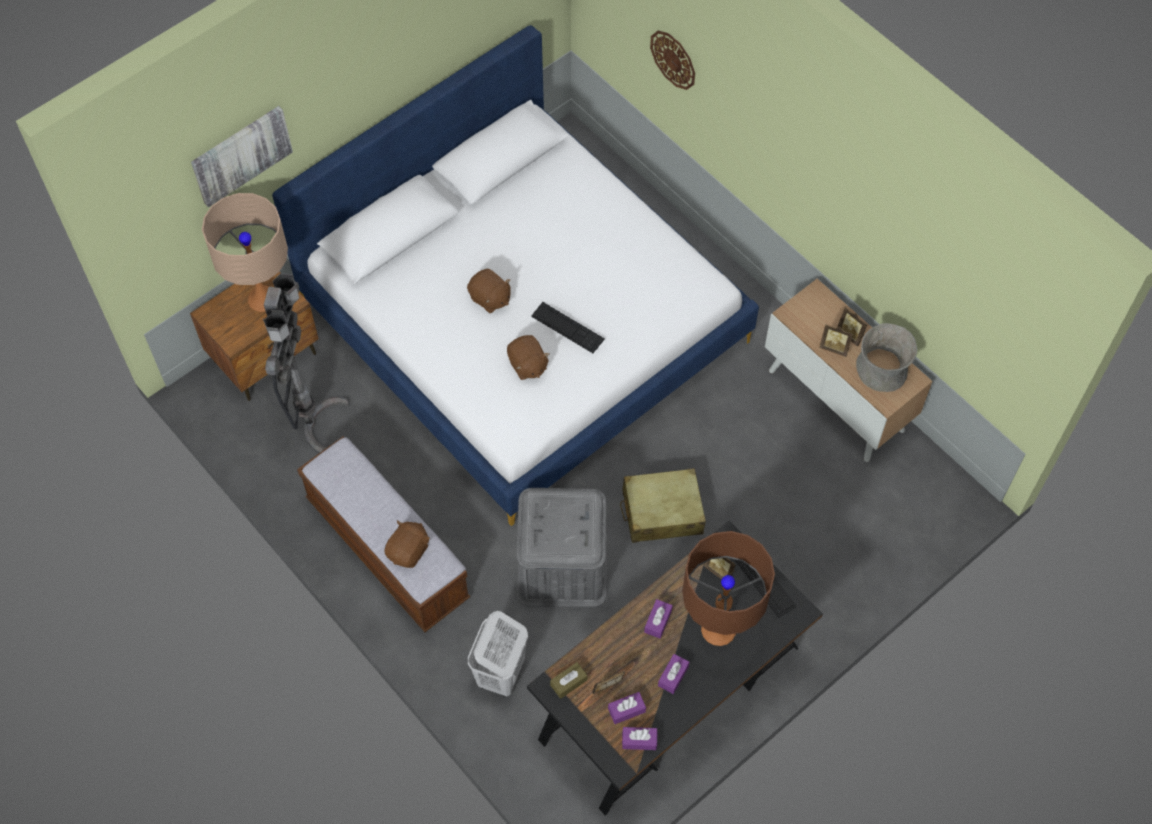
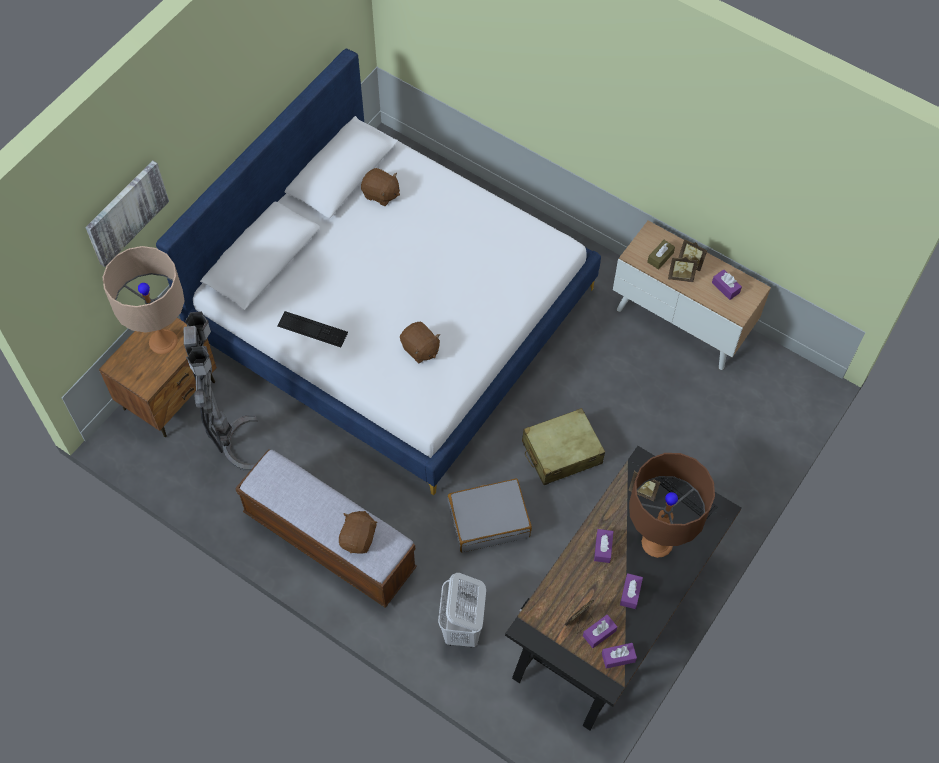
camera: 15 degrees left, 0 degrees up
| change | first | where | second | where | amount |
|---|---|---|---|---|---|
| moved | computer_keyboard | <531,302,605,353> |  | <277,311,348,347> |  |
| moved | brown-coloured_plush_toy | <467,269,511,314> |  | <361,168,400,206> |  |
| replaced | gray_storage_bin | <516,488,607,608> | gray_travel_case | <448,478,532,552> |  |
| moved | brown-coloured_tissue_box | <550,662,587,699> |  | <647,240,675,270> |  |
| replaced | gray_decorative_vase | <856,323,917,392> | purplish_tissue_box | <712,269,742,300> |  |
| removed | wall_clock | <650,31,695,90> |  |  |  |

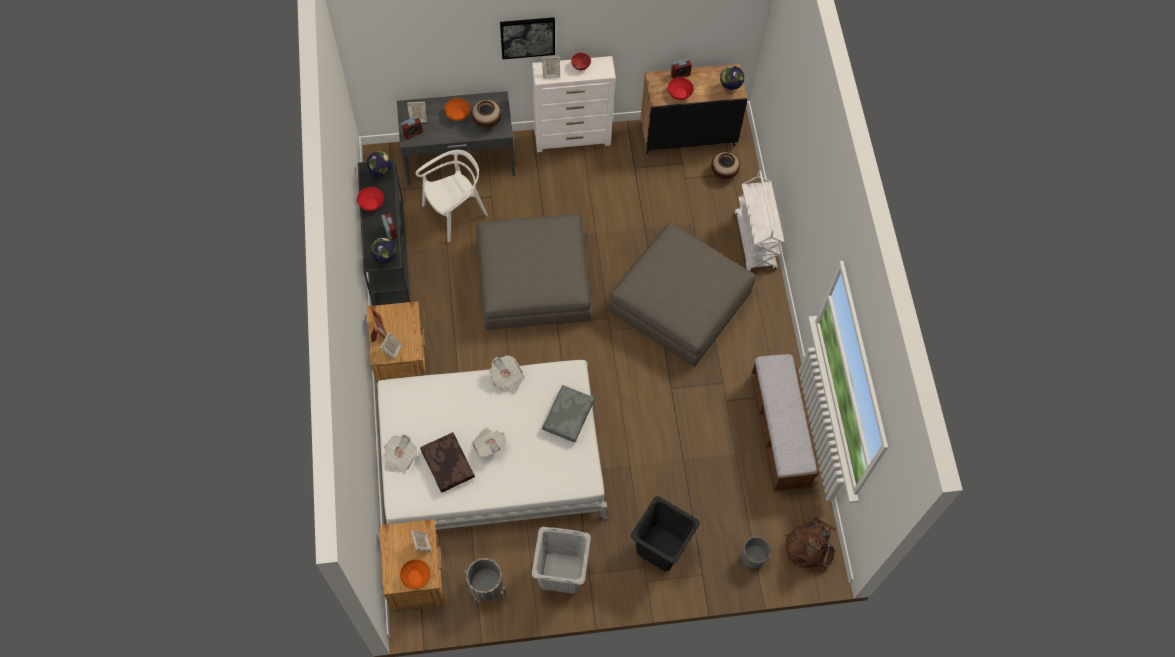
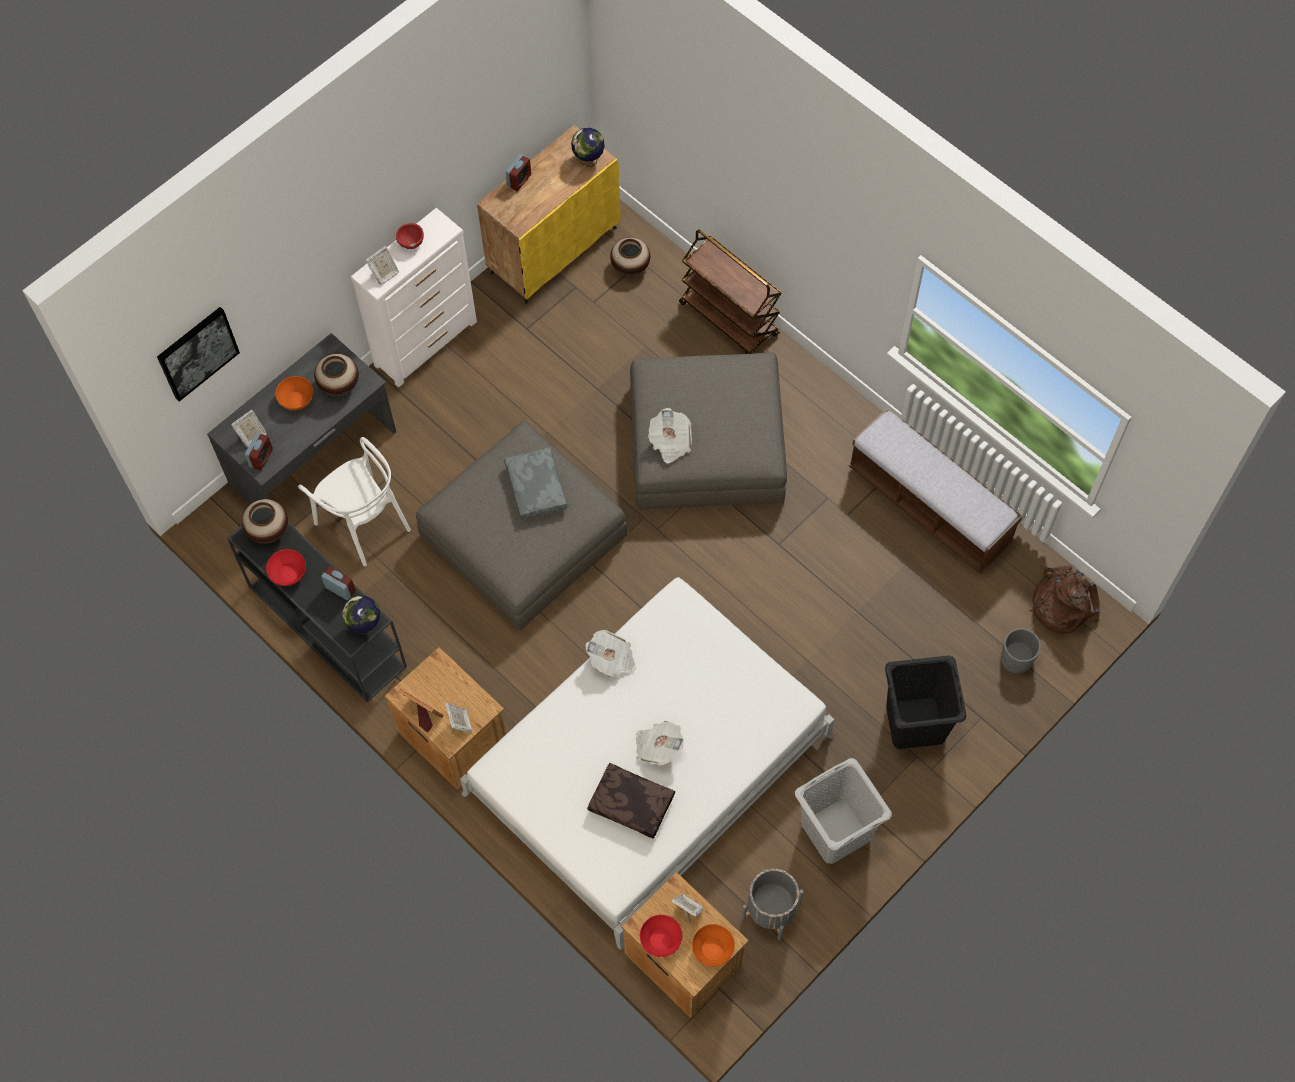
camera: 35 degrees left, 0 degrees up
| change | first | where | second | where | amount |
|---|---|---|---|---|---|
| moved | picture | <500,17,555,60> |  | <157,307,240,402> |  |
| replaced | world_globe | <367,151,392,181> | decorative_vase | <242,499,288,544> |  |
| turned | white-coloured_upright_chair | <416,150,488,242> |  | <298,437,411,566> | 120 degrees clockwise |
| recoloured | black_storage_cabinet | <641,64,747,154> | yellow-coloured_storage_cabinet | <477,125,621,304> |  |
| moved | gray_throw_pillow | <542,385,595,443> |  | <504,448,567,520> |  |
| moved | reddish_deep_dish | <668,77,693,100> |  | <640,915,682,957> |  |
| moved | printed_paper | <384,435,417,473> |  | <648,408,692,464> |  |
| recoloured | white-coloured_trolley | <734,170,784,271> | brown-coloured_trolley | <679,229,782,354> |  |

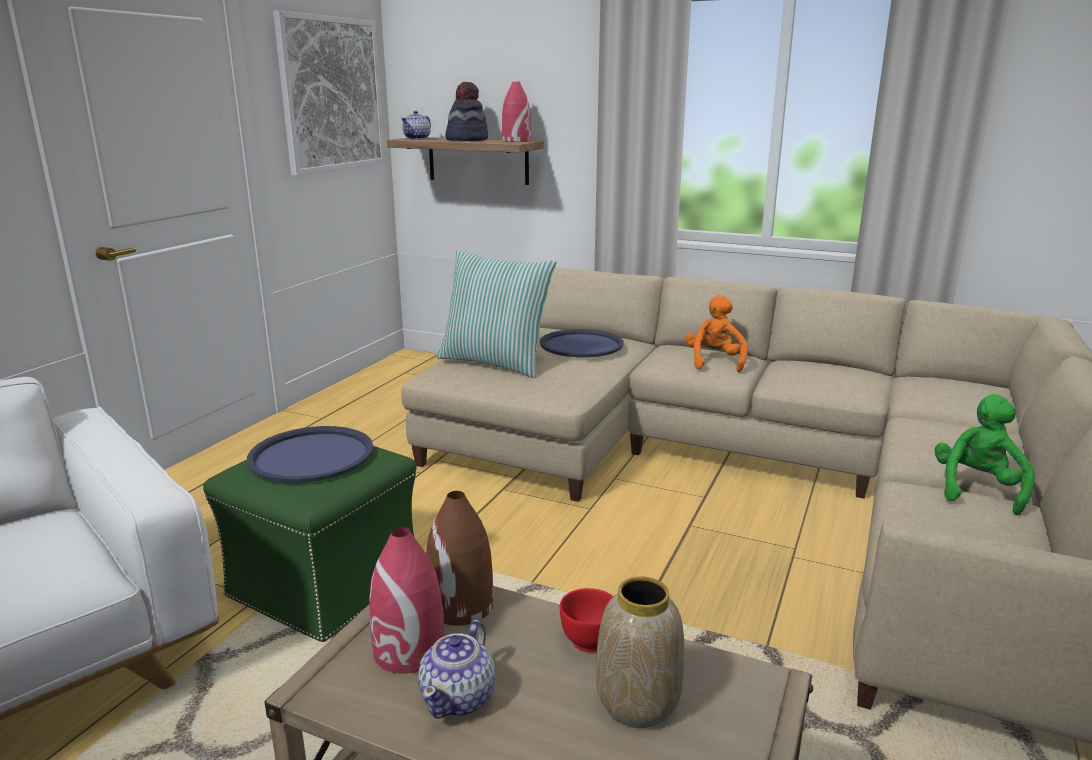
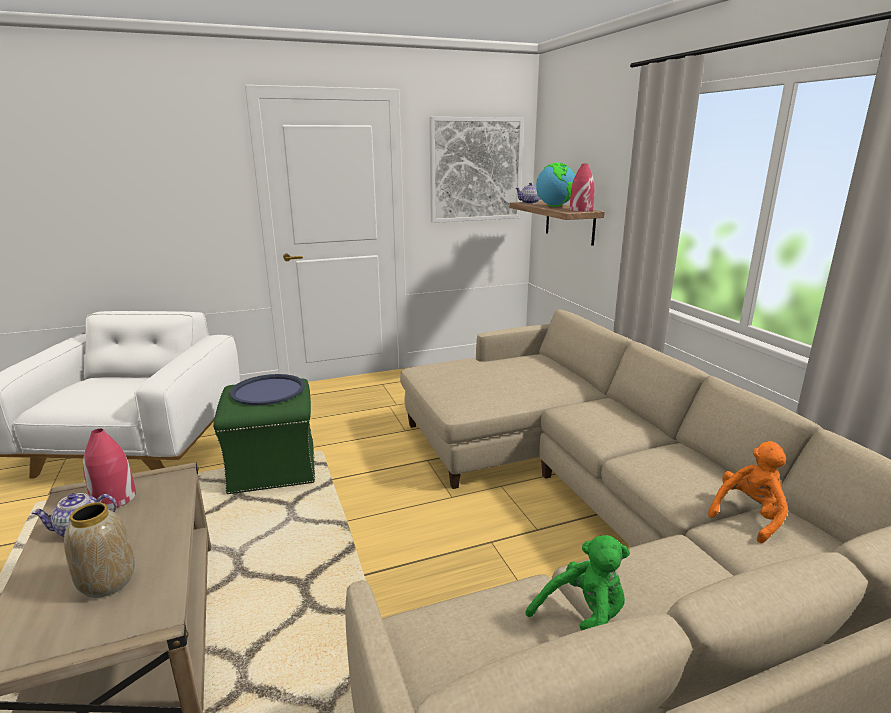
camera: 45 degrees right, 0 degrees up
| change | first | where | second | where | amount |
|---|---|---|---|---|---|
| replaced | hat | <445,82,488,141> | world_globe | <536,163,575,207> |  |
| moved | orange_plush_toy | <686,295,748,372> |  | <708,441,788,543> |  |
| removed | brown-coloured_decorative_vase | <426,491,493,626> |  |  |  |
| removed | throw_pillow | <437,250,556,378> |  |  |  |
| removed | bluish_serving_tray | <540,329,624,357> |  |  |  |
| removed | reddish_deep_dish | <560,588,613,652> |  |  |  |

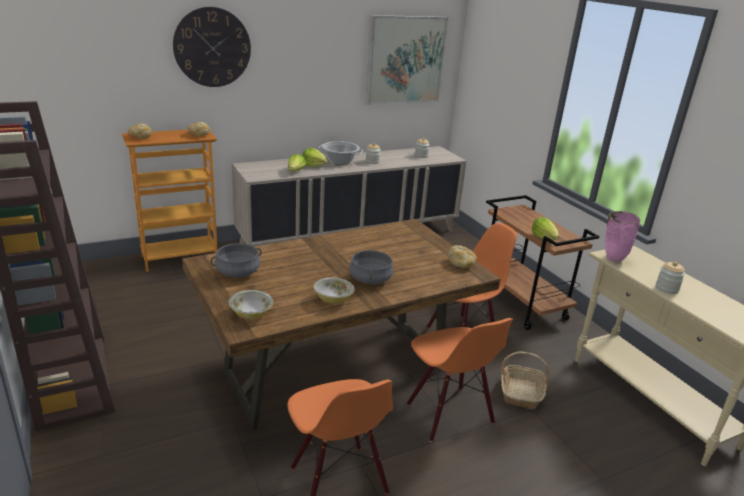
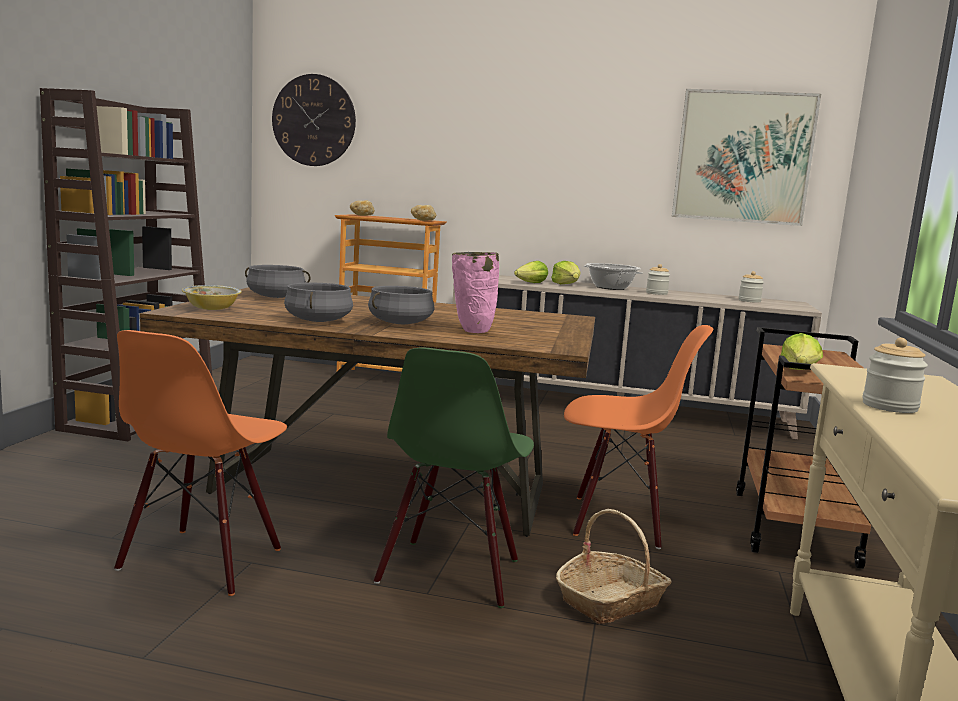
camera: 40 degrees right, 15 degrees down
| change | first | where | second | where | amount |
|---|---|---|---|---|---|
| moved | wall_clock | <173,7,251,87> |  | <272,74,356,166> |  |
| replaced | deep_dish | <313,278,355,304> | gray_saucepot | <284,282,353,322> |  |
| recoloured | orange_upright_chair | <407,318,513,442> | greenish_upright_chair | <374,347,534,608> |  |
| moved | pink-coloured_decorative_vase | <605,211,640,262> |  | <452,252,499,333> |  |
| removed | bread | <448,245,477,268> |  |  |  |

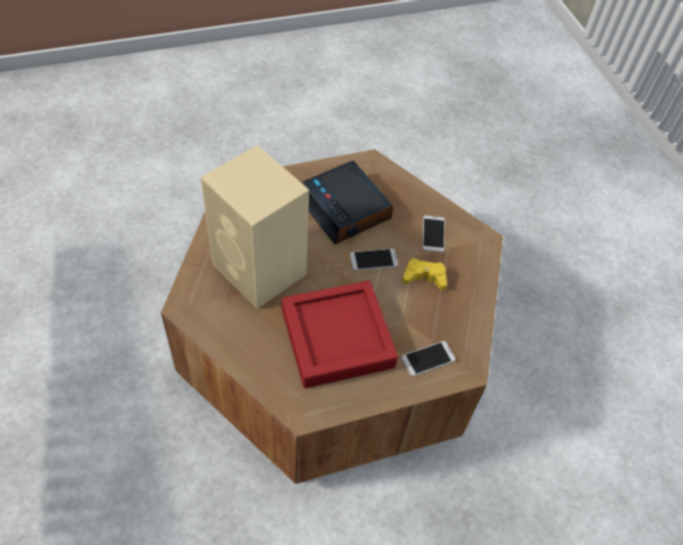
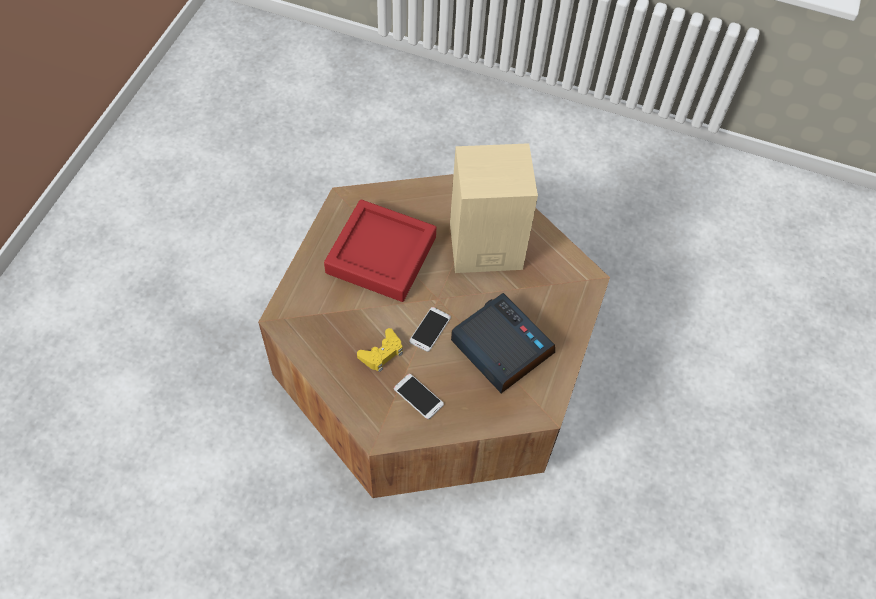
camera: 130 degrees right, 5 degrees up
| change | first | where | second | where | amount |
|---|---|---|---|---|---|
| turned | table_clock | <302,161,394,245> |  | <451,293,555,393> | 45 degrees clockwise |
| removed | handset | <401,341,455,376> |  |  |  |

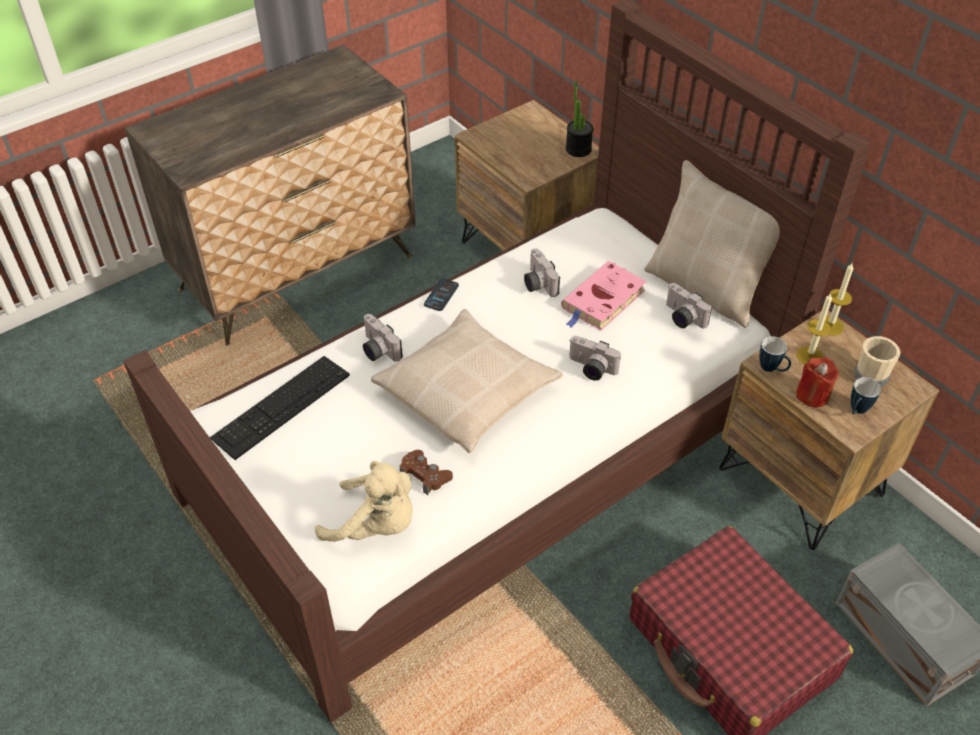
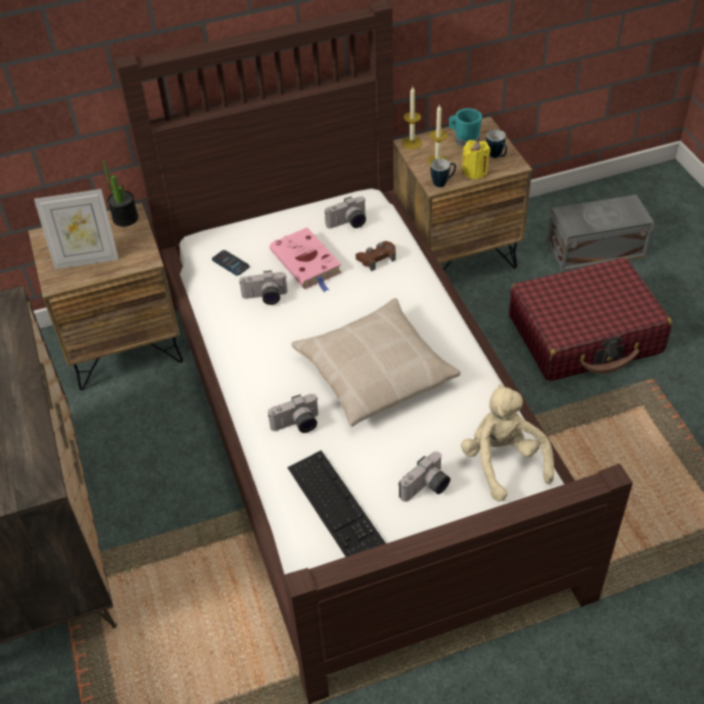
camera: 70 degrees left, 0 degrees up
| change | first | where | second | where | amount |
|---|---|---|---|---|---|
| added |  |  | photo_frame | <34,189,119,269> |  |
| moved | handset | <424,279,459,311> |  | <212,250,250,276> |  |
| moved | brown-coloured_joypad | <399,450,453,495> |  | <356,241,396,271> |  |
| moved | still_camera | <569,336,621,381> |  | <398,451,450,502> |  |
| recoloured | beige-coloured_coffee_mug | <854,336,901,387> | blue-green_coffee_mug | <449,108,482,147> |  |
| turned | beige-coloured_plush_toy | <315,461,412,542> |  | <461,384,554,502> | 60 degrees counterclockwise |
| recoloured | reddish_wax_candle | <796,357,839,407> | yellow-coloured_wax_candle | <462,140,490,179> |  |
| removed | beige-coloured_throw_pillow | <644,160,780,328> |  |  |  |

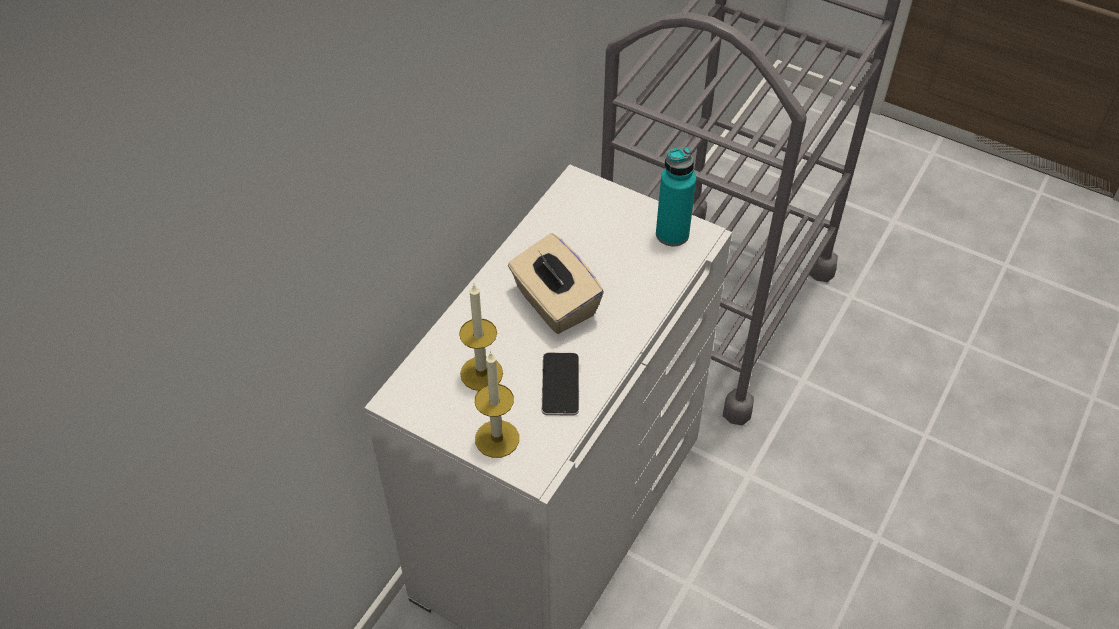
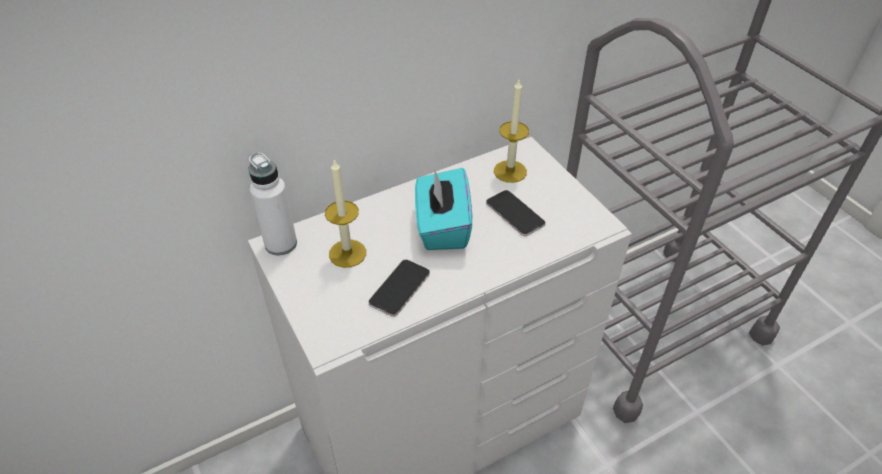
camera: 30 degrees right, 5 degrees down
| change | first | where | second | where | amount |
|---|---|---|---|---|---|
| added |  |  | white-coloured_beverage_bottle | <249,153,297,255> |  |
| recoloured | beige-coloured_tissue_box | <508,233,604,334> | blue-green_tissue_box | <415,168,472,250> |  |
| added |  |  | handset | <486,190,546,236> |  |
| moved | wax_candle | <475,351,519,458> |  | <494,80,529,183> |  |
| removed | blue-green_beverage_bottle | <656,147,696,246> |  |  |  |

